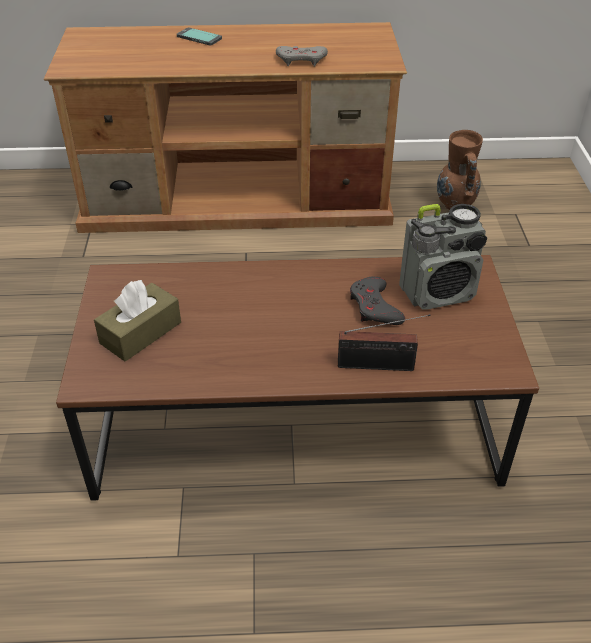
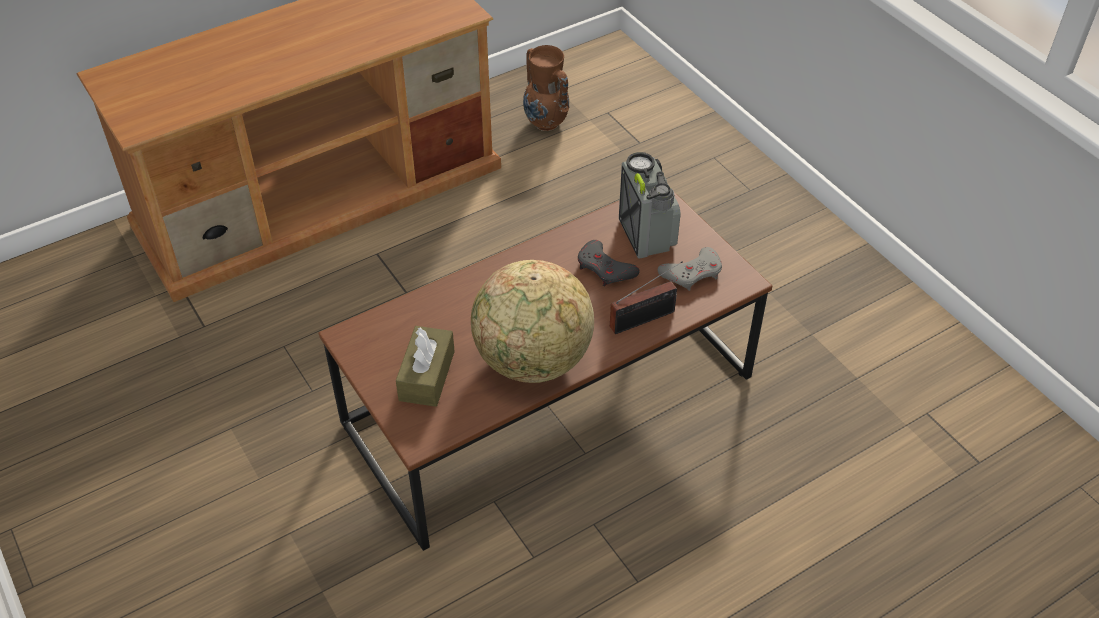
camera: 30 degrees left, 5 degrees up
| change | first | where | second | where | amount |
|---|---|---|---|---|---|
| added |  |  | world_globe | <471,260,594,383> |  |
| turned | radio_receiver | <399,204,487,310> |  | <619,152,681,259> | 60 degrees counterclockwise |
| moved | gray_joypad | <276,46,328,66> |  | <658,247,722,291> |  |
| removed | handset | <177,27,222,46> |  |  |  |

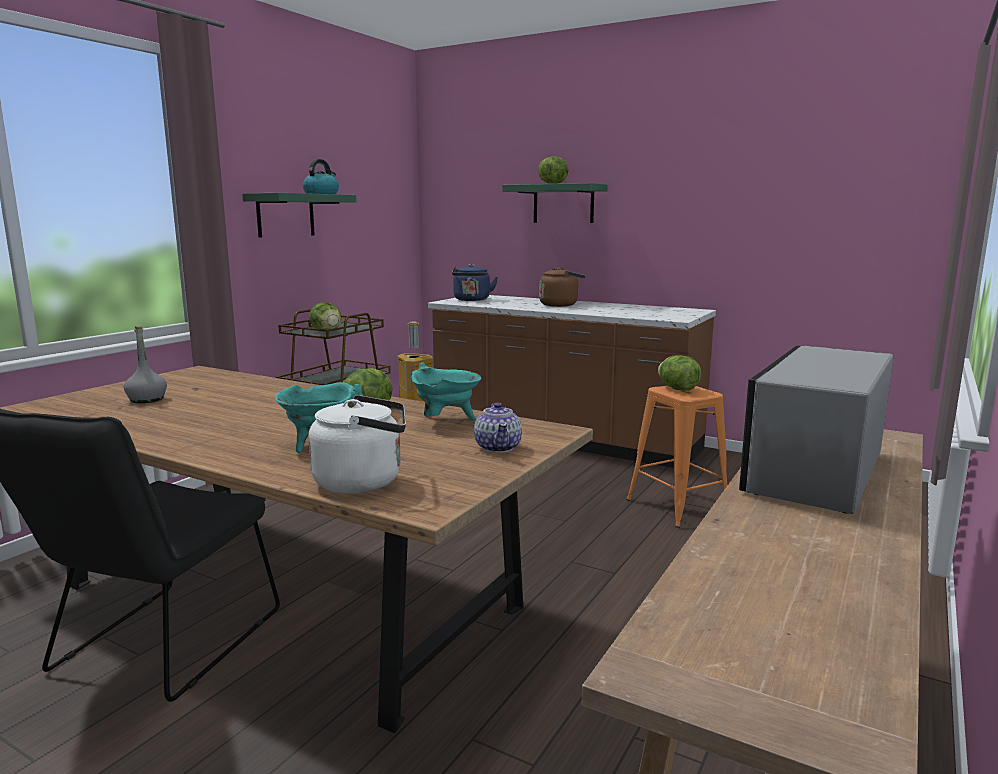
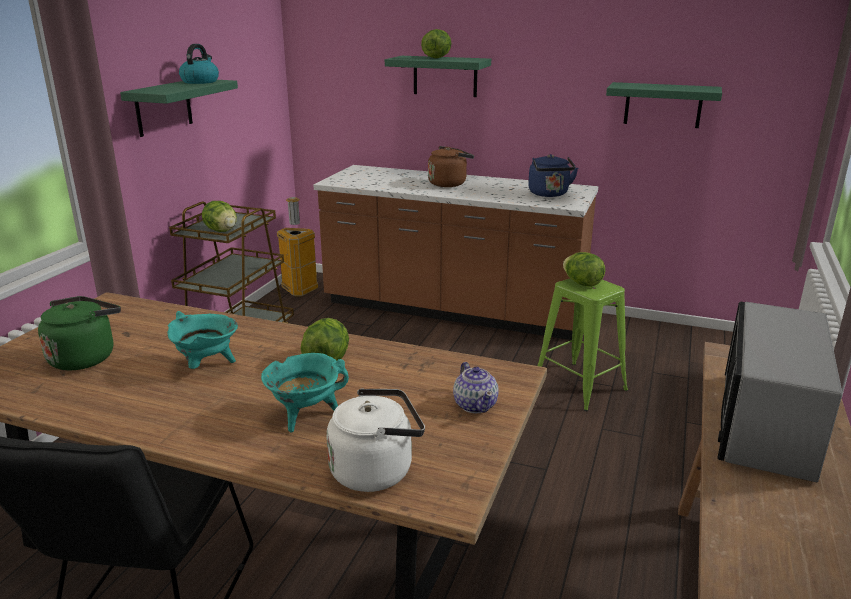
camera: 10 degrees left, 10 degrees up
| change | first | where | second | where | amount |
|---|---|---|---|---|---|
| replaced | gray_beverage_bottle | <124,326,167,403> | greenish_kettle | <38,296,121,370> |  |
| moved | blue-green_saucepot | <411,362,481,420> |  | <168,311,238,369> |  |
| moved | bluish_kettle | <452,264,498,301> |  | <528,154,578,197> |  |
| recoloured | orange_stool_seat | <626,386,728,528> | greenish_stool_seat | <537,279,628,411> |  |
| added |  |  | greenish_wall_shelf | <606,82,722,128> |  |

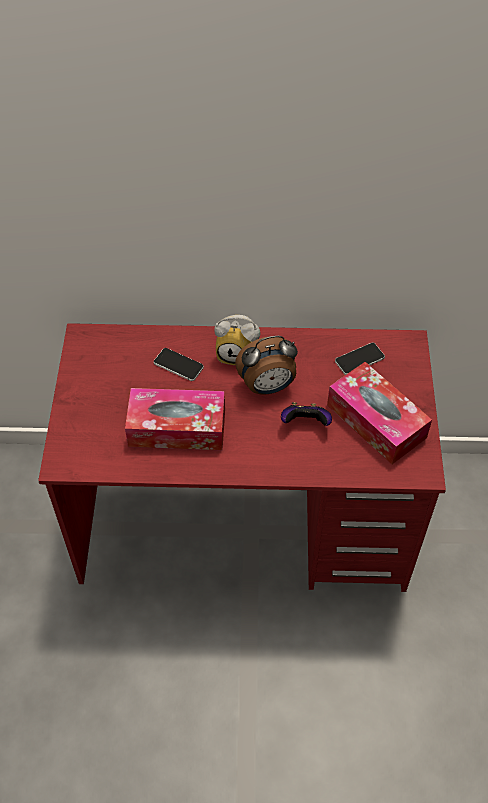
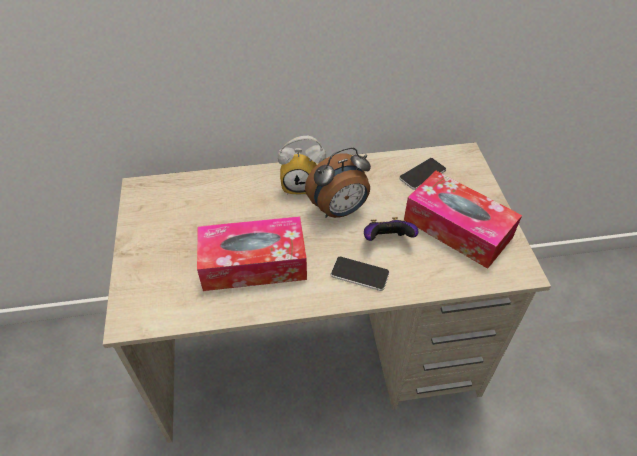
camera: 10 degrees left, 5 degrees down
| change | first | where | second | where | amount |
|---|---|---|---|---|---|
| recoloured | reddish_desk_table | <38,323,446,592> | beige-coloured_desk_table | <103,142,551,443> |  |
| moved | handset | <154,348,204,381> |  | <331,256,389,291> |  |

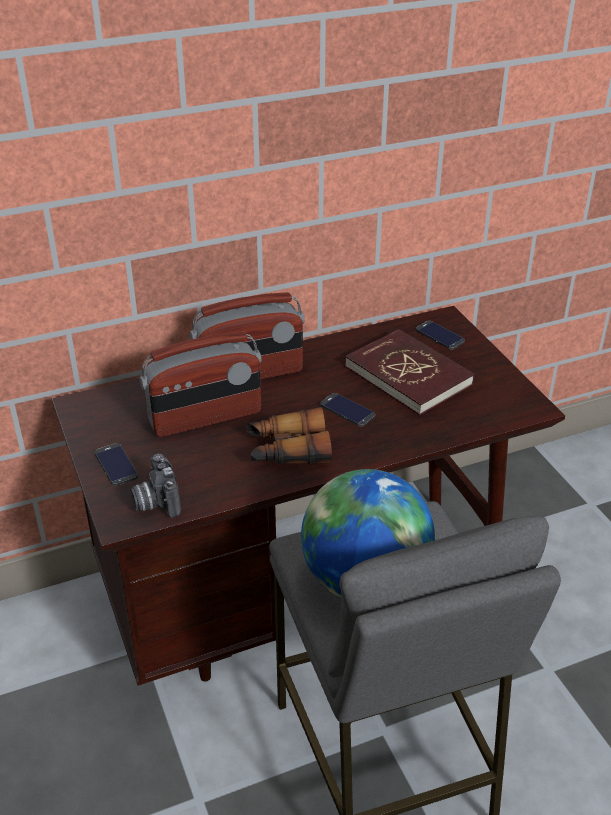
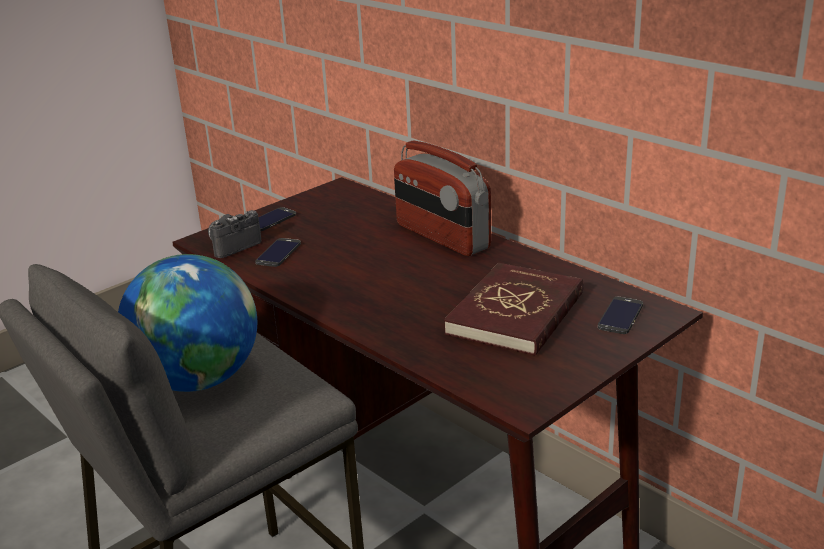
camera: 70 degrees right, 10 degrees down
| change | first | where | second | where | amount |
|---|---|---|---|---|---|
| moved | handset | <320,393,375,426> |  | <255,238,301,267> |  |
| removed | radio_receiver | <140,331,262,437> |  |  |  |
| removed | pair_of_binoculars | <246,407,332,464> |  |  |  |

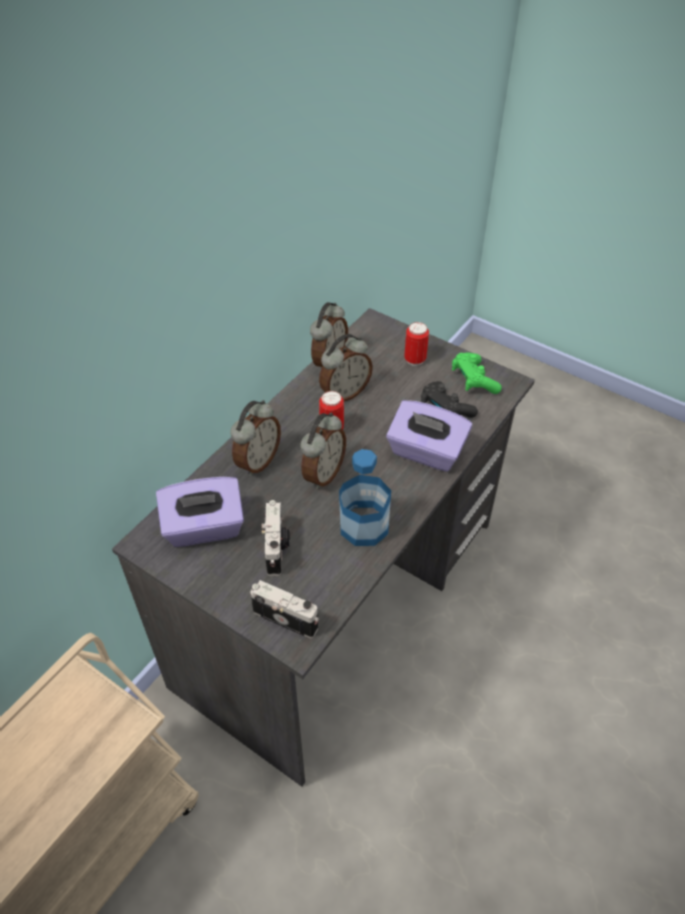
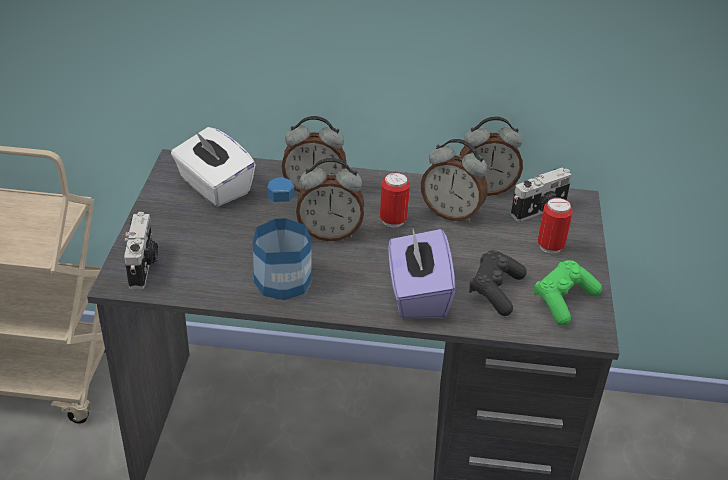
camera: 60 degrees right, 10 degrees down
| change | first | where | second | where | amount |
|---|---|---|---|---|---|
| recoloured | purplish_tissue_box | <156,477,244,547> | white-coloured_tissue_box | <171,127,256,207> |  |
| moved | still_camera | <262,500,290,576> |  | <511,167,572,222> |  |

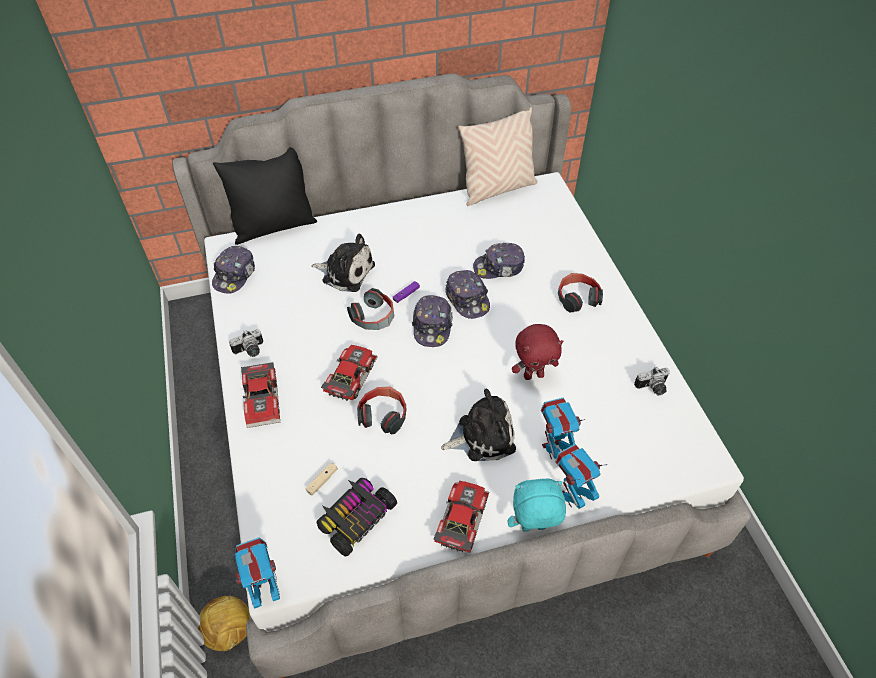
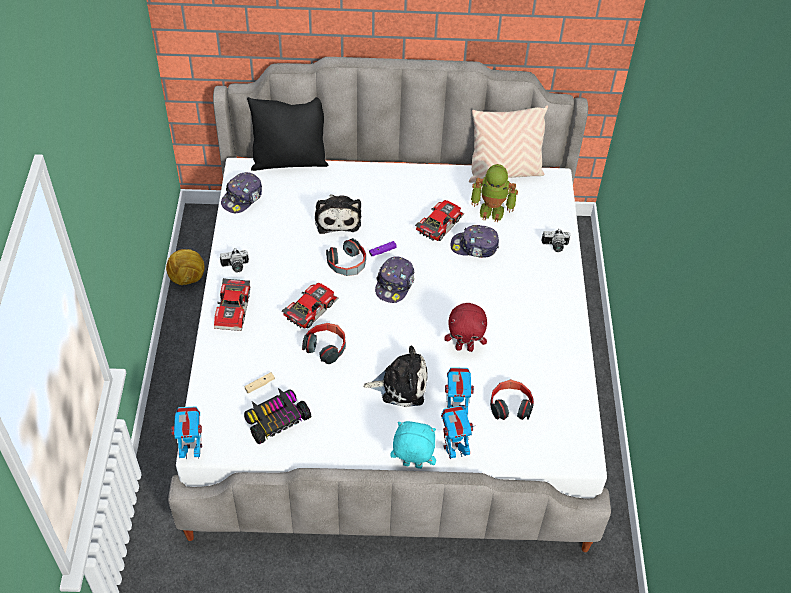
camera: 15 degrees right, 0 degrees up
| change | first | where | second | where | amount |
|---|---|---|---|---|---|
| moved | football | <198,596,250,651> |  | <166,249,205,285> |  |
| turned | plush_toy | <311,234,375,292> |  | <315,194,361,234> | 45 degrees clockwise |
| moved | toy_car | <433,481,489,553> |  | <415,200,464,241> |  |
| added |  |  | robot_figure | <471,164,518,222> |  |
| moved | pair_of_headphones | <558,273,603,313> |  | <490,379,534,420> |  |
| moved | still_camera | <634,367,670,395> |  | <542,229,570,252> |  |
| removed | peaked_cap | <445,270,490,319> |  |  |  |

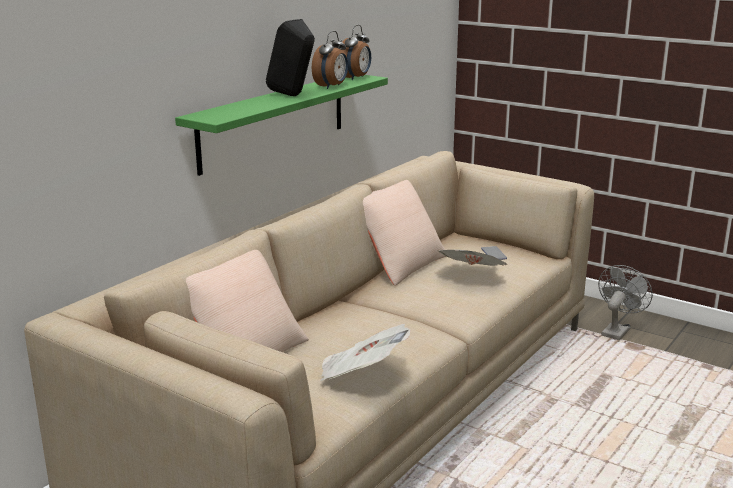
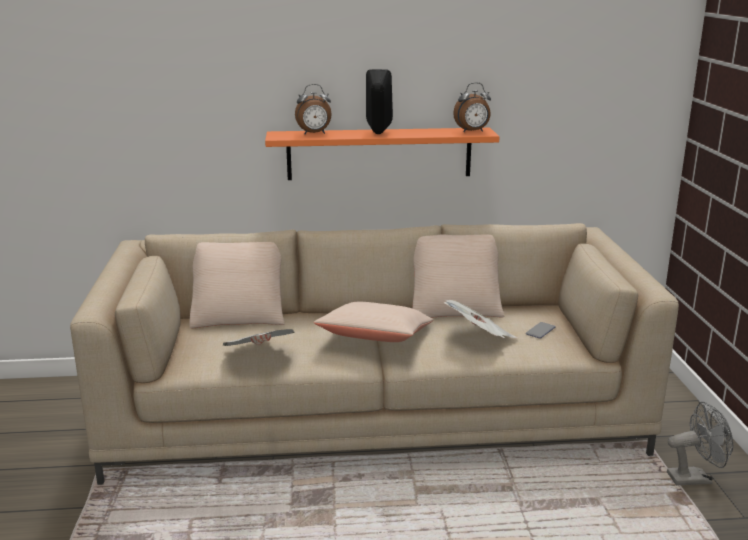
camera: 50 degrees right, 0 degrees up
| change | first | where | second | where | amount |
|---|---|---|---|---|---|
| recoloured | greenish_wall_shelf | <175,75,388,176> | orange_wall_shelf | <265,128,500,180> |  |
| moved | table_clock | <312,31,348,89> |  | <295,84,332,134> |  |
| added |  |  | beige-coloured_throw_pillow | <314,302,434,342> |  |

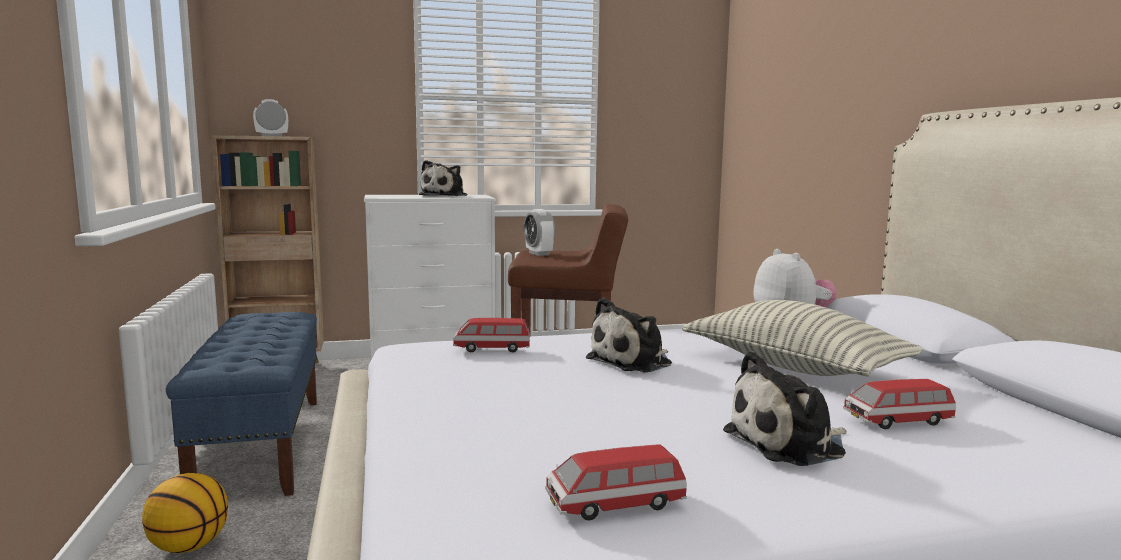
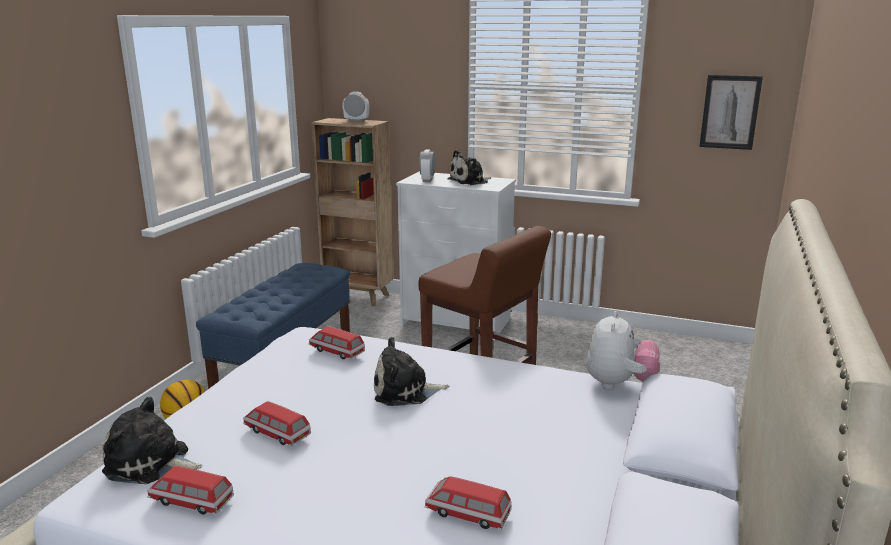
camera: 35 degrees right, 10 degrees up
| change | first | where | second | where | amount |
|---|---|---|---|---|---|
| moved | plush_toy | <723,351,847,466> |  | <102,397,203,484> |  |
| added |  |  | toy_car | <243,401,311,446> |  |
| moved | table_clock | <524,209,555,256> |  | <419,150,436,182> |  |
| added |  |  | picture | <699,75,763,150> |  |
| removed | throw_pillow | <682,300,923,376> |  |  |  |

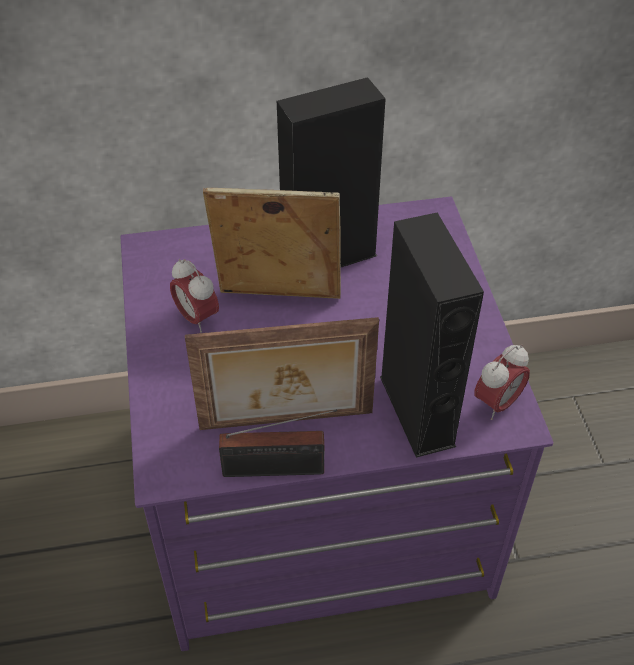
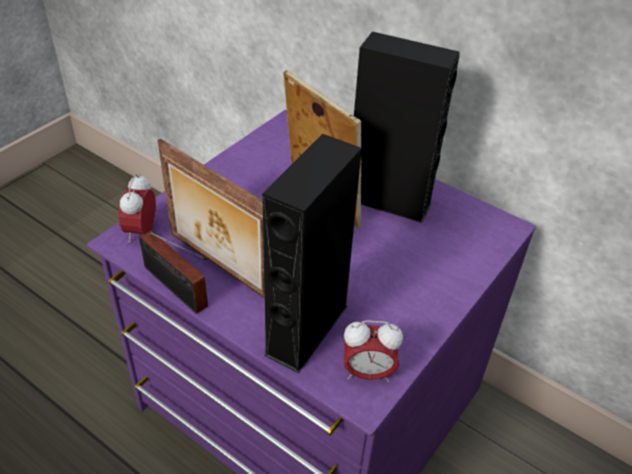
camera: 45 degrees right, 5 degrees down
| change | first | where | second | where | amount |
|---|---|---|---|---|---|
| moved | table_clock | <170,259,219,333> |  | <118,173,156,243> |  |

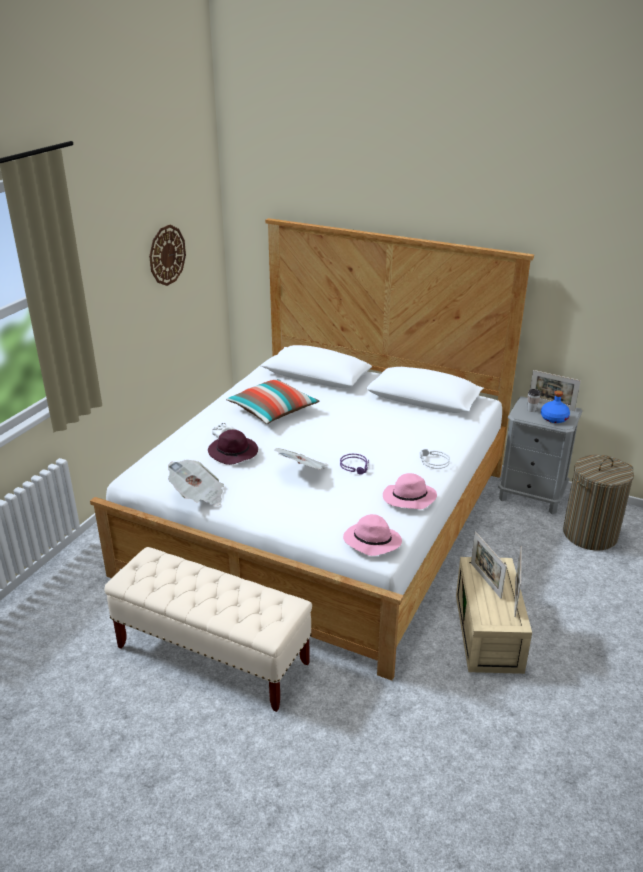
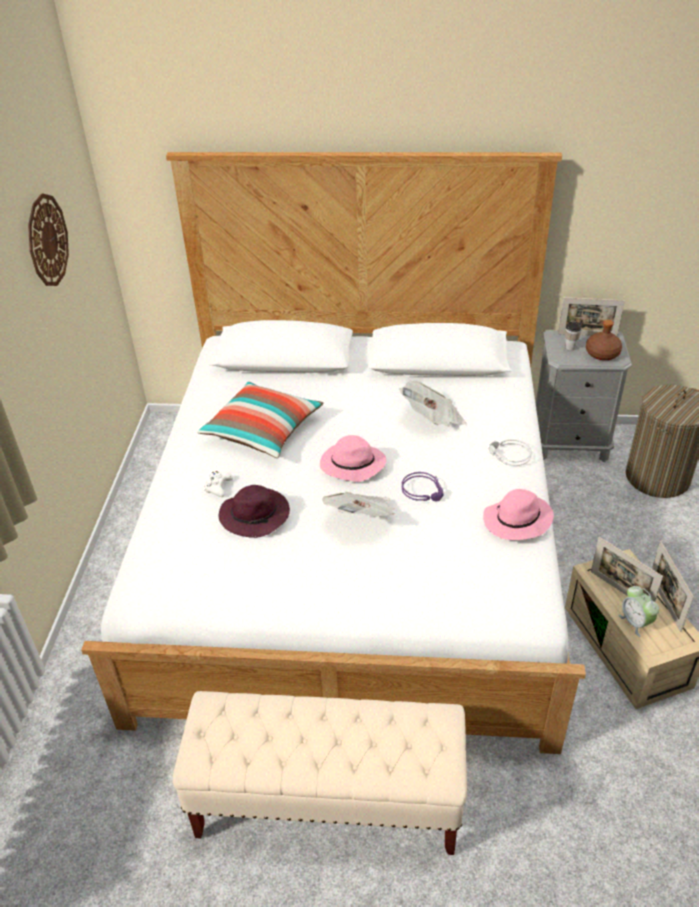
camera: 20 degrees left, 10 degrees up
| change | first | where | second | where | amount |
|---|---|---|---|---|---|
| moved | pink-coloured_hat | <343,514,402,556> |  | <320,435,386,482> |  |
| moved | printed_paper | <168,460,224,506> |  | <399,381,467,427> |  |
| recoloured | bluish_beverage_bottle | <541,391,570,423> | brown-coloured_beverage_bottle | <586,320,622,360> |  |
| added |  |  | table_clock | <619,586,659,637> |  |

